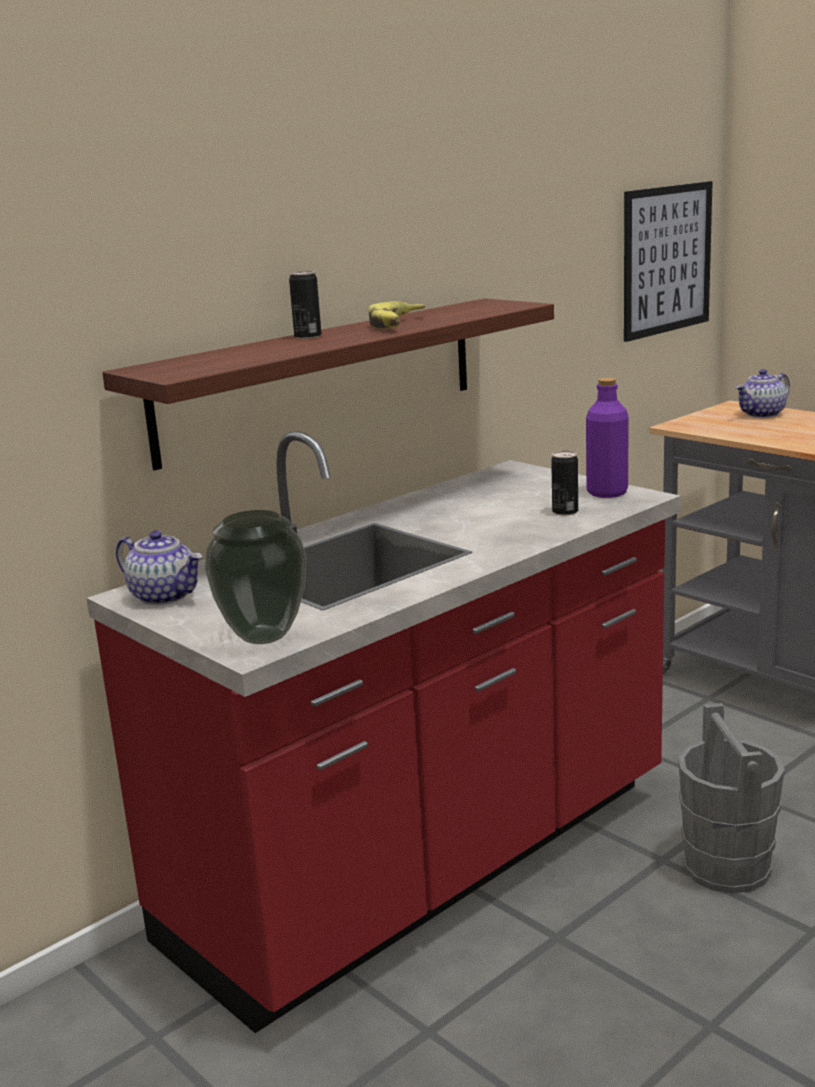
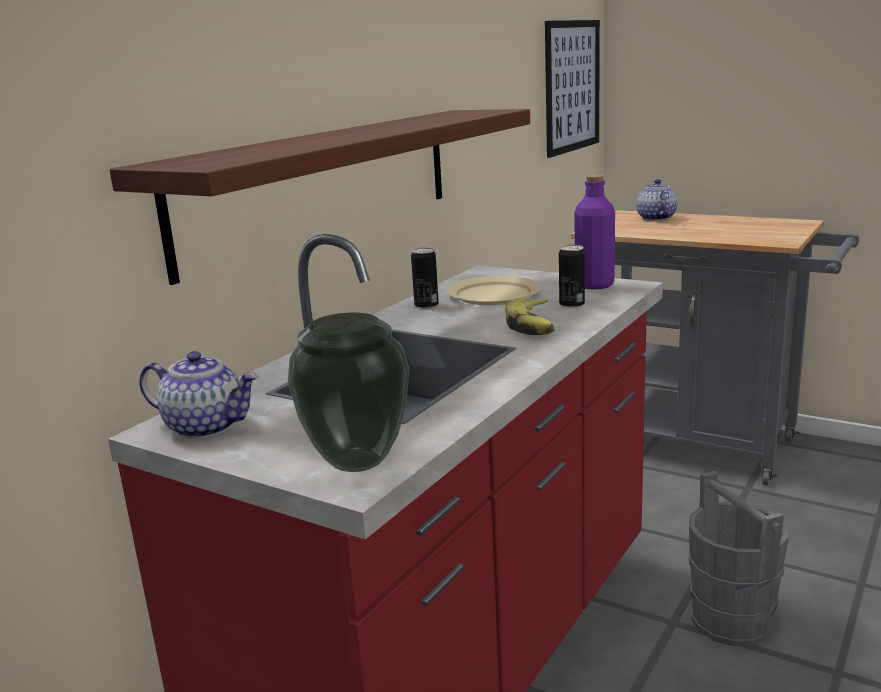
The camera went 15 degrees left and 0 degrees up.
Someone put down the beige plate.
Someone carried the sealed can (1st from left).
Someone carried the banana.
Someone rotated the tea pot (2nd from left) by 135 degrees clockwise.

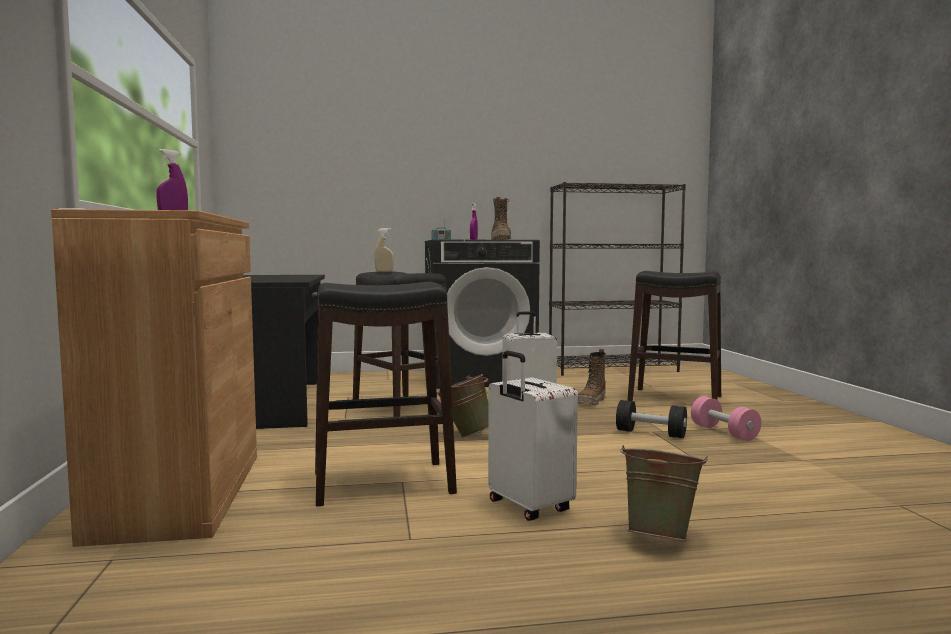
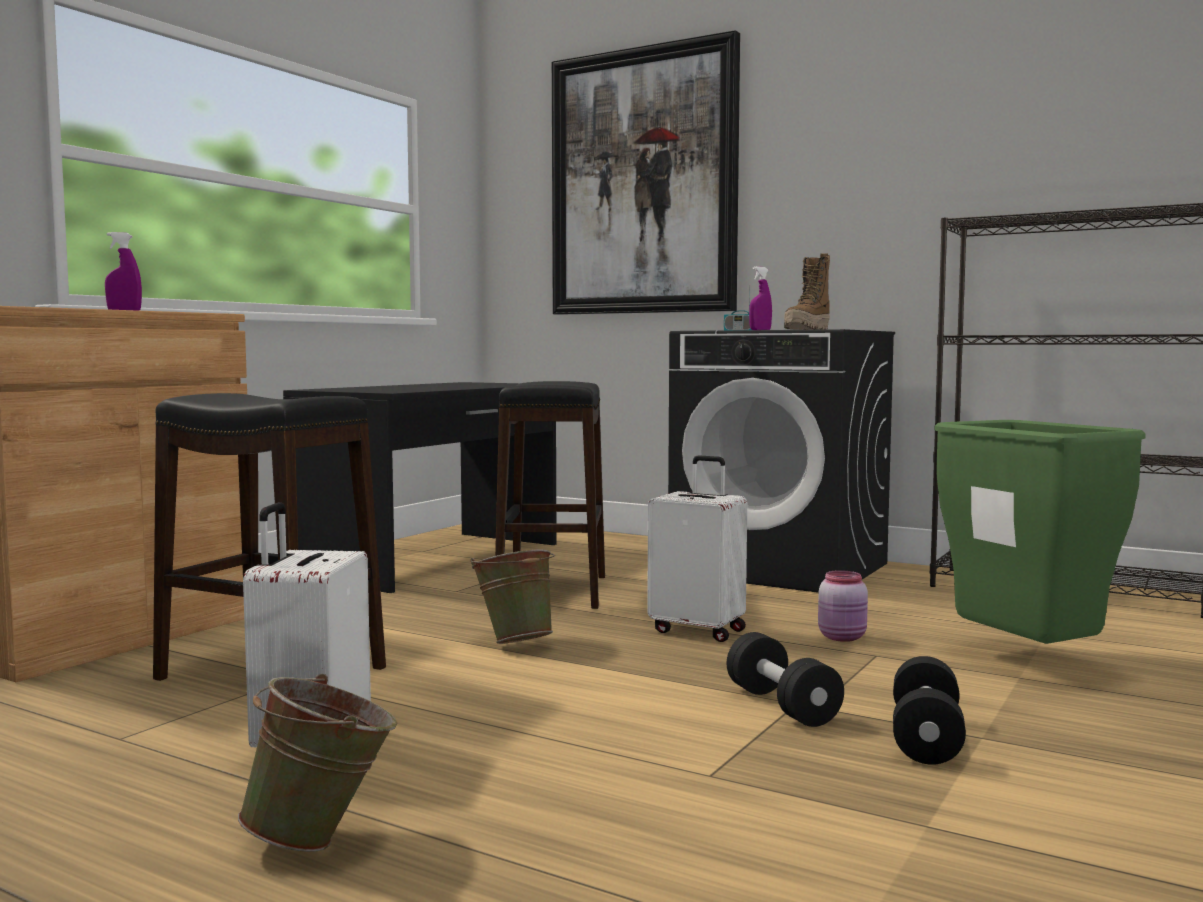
The camera went 40 degrees right and 0 degrees up.
Someone took away the beige spray bottle.
Someone put up the wall art.
Someone swapped the boot (2nd from left) for the pink-coloured preserve jar.
Someone swapped the black-coloured stool seat (3rd from left) for the green-coloured trash can.
Someone repainted the pink-coloured dumbbell, which became the black-coloured dumbbell (2nd from left).

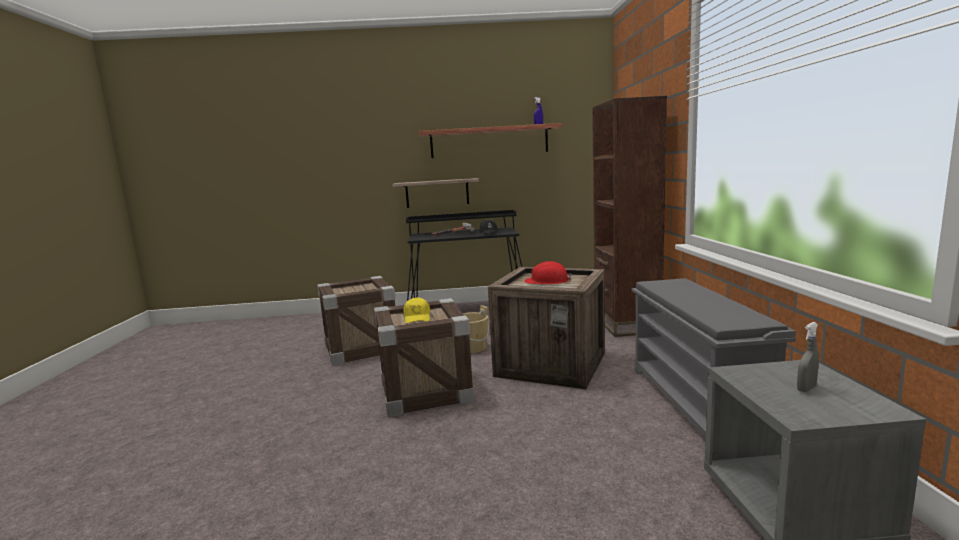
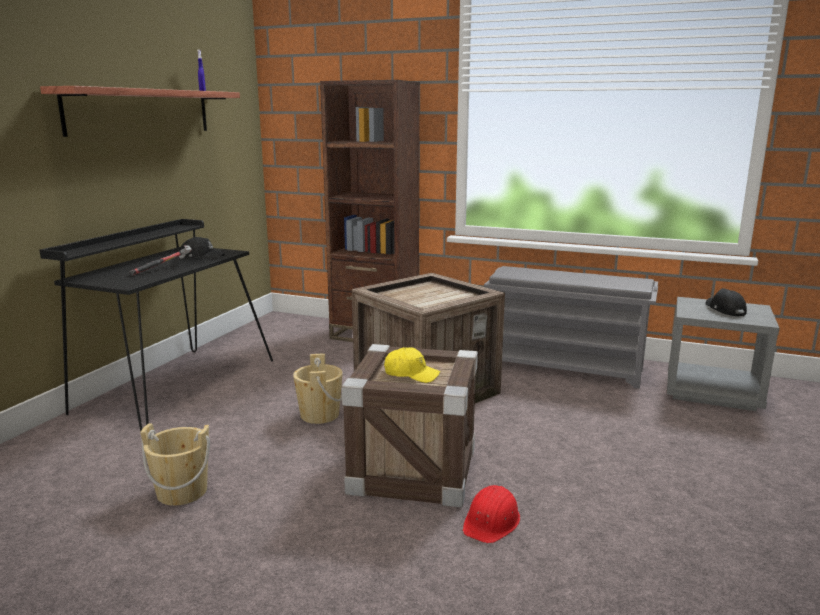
The camera went 65 degrees left and 5 degrees up.
Someone took away the bracket shelf (1st from left).
Someone carried the red-coloured hard hat.
Someone swapped the crate (1st from left) for the beige water bucket (1st from left).
Someone swapped the grey spray bottle for the black-coloured cap (2nd from left).

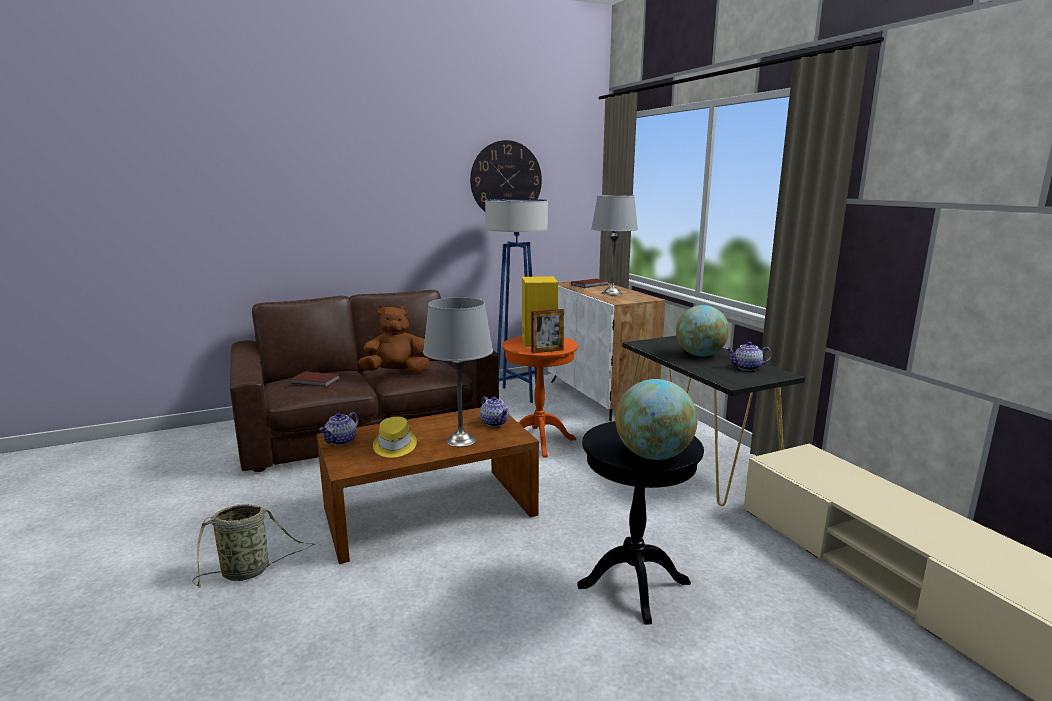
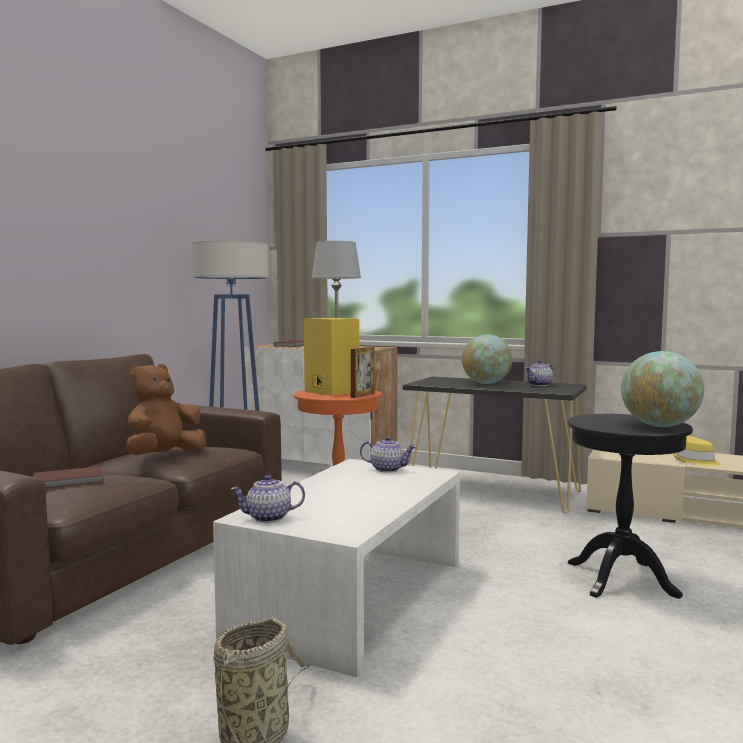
The camera went 40 degrees left and 10 degrees down.
Someone took away the grey tabletop lamp (1st from left).
Someone took away the hanging clock.
Someone carried the yellow-coloured wearable hat.
Someone repainted the brownish coffee table, which became the whitish coffee table.
Someone rotated the tea pot (1st from left) by 90 degrees clockwise.

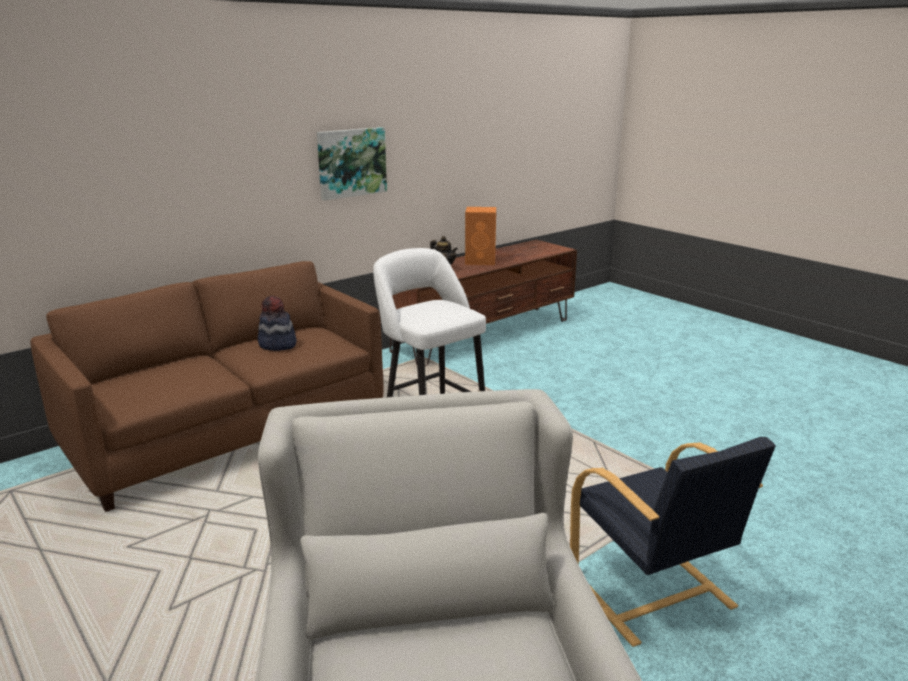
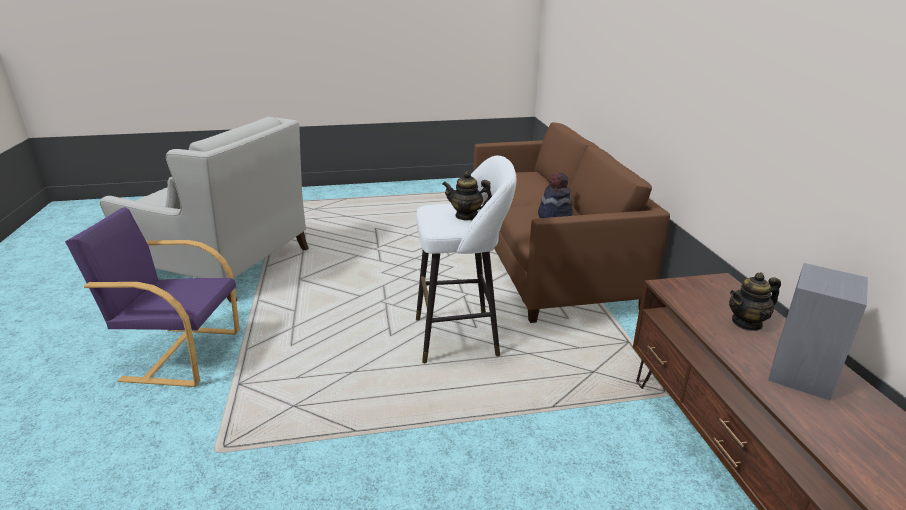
The camera went 120 degrees right and 5 degrees up.
Someone took away the wall art.
Someone put down the tea pot (1st from left).
Someone repainted the orangey loudspeaker, which became the grey loudspeaker.
Someone repainted the black-coloured lounge chair, which became the purple lounge chair.

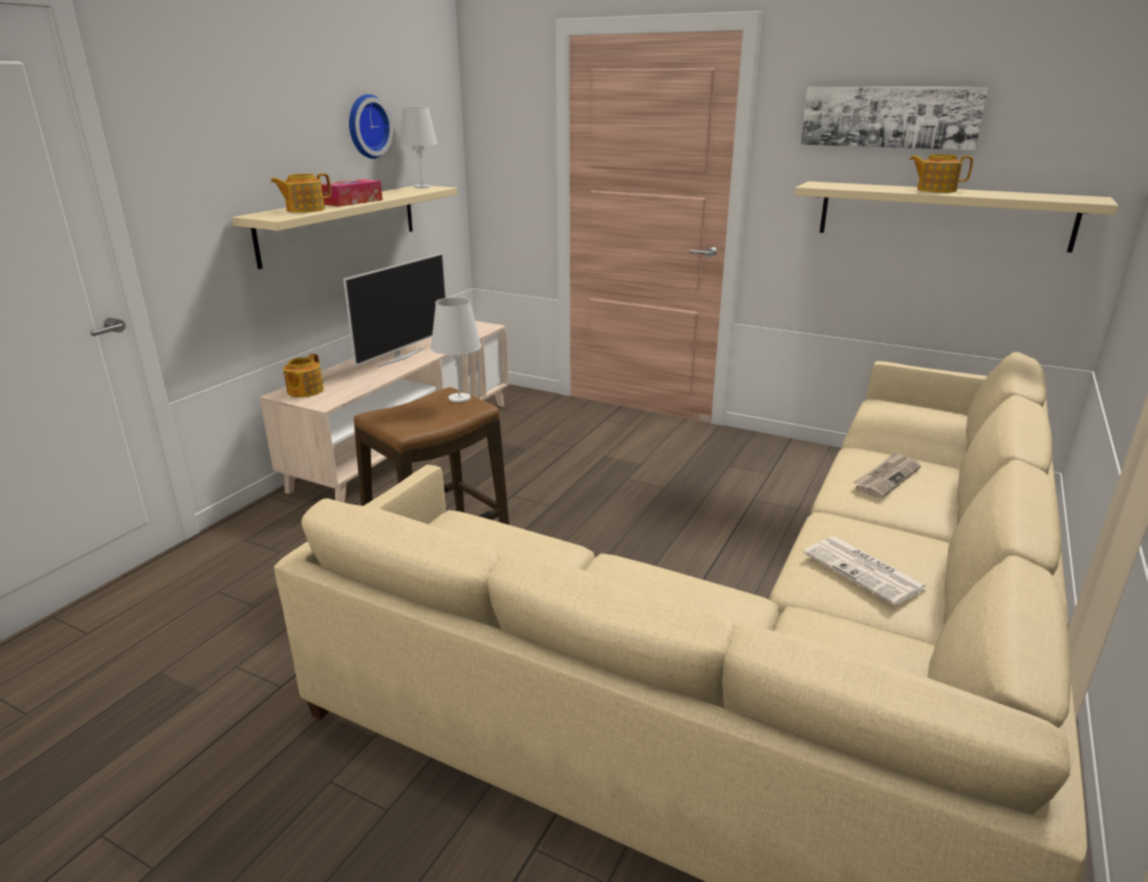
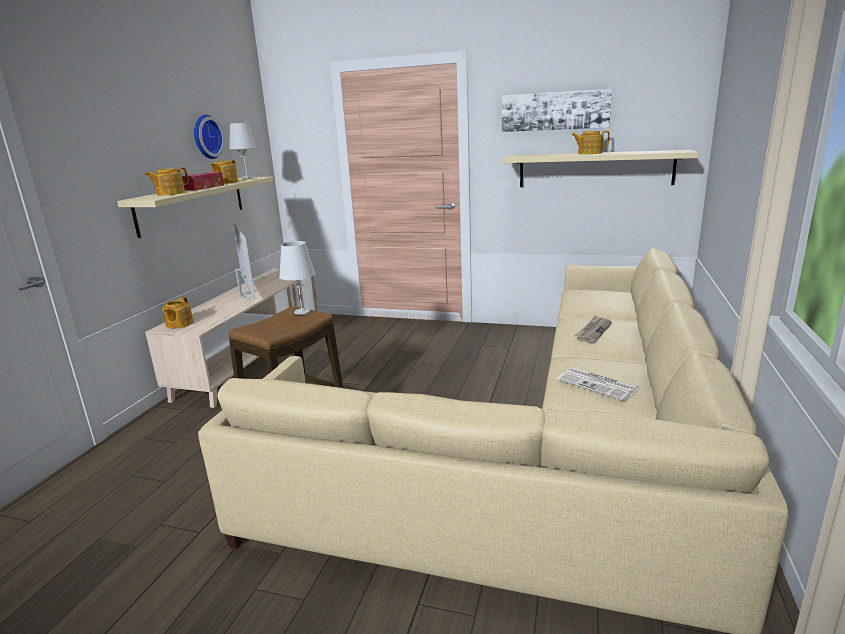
The camera went 10 degrees left and 5 degrees down.
Someone put down the tea pot (3rd from left).
Someone rotated the TV set by 45 degrees counterclockwise.

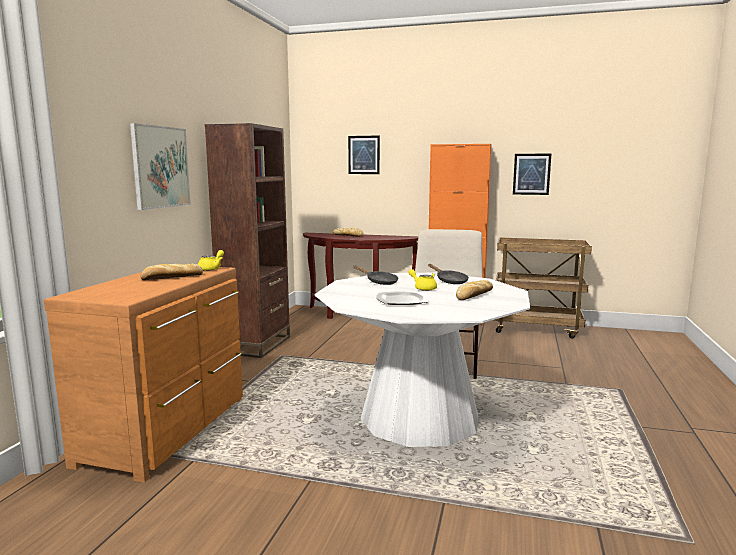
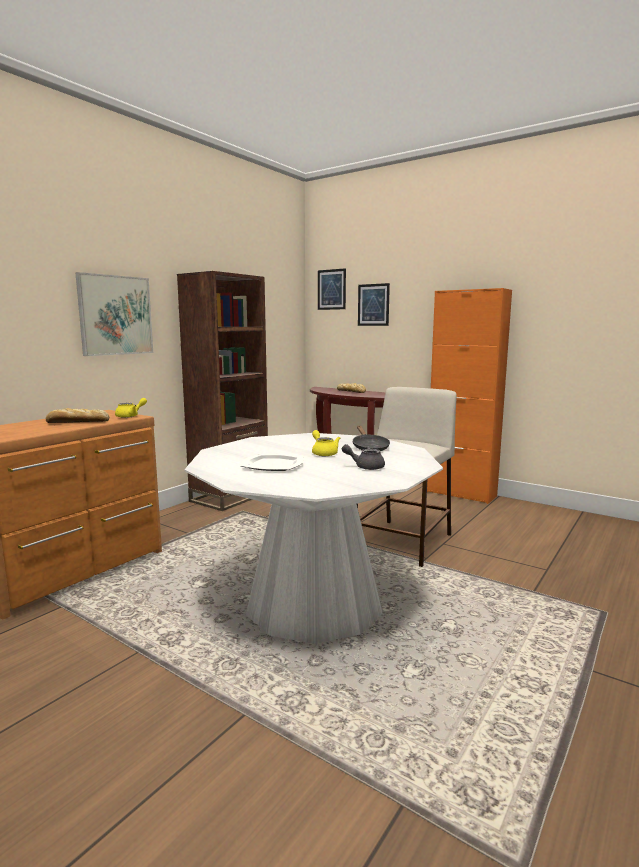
The camera went 20 degrees right and 0 degrees up.
Someone took away the black-coloured frying pan (1st from left).
Someone took away the brownish cart.
Someone carried the wall art (3rd from left in the first image).
Someone swapped the bakery bread (3rd from left) for the grey tea pot.

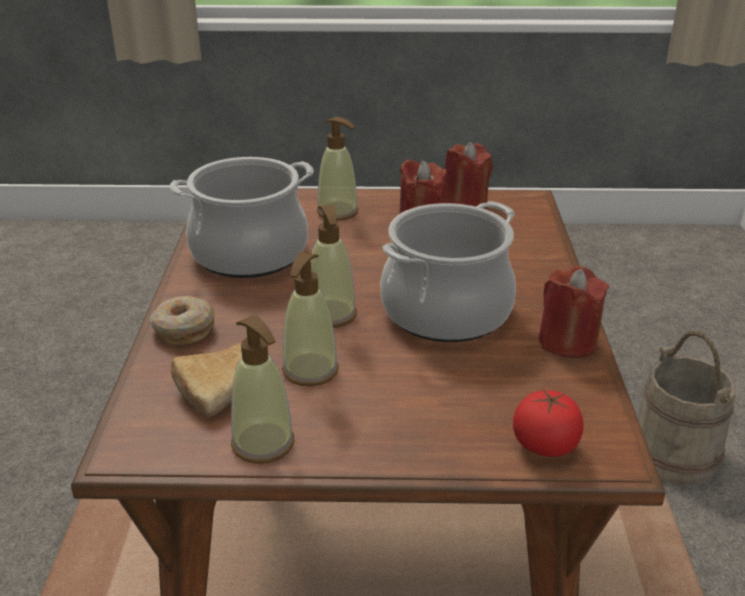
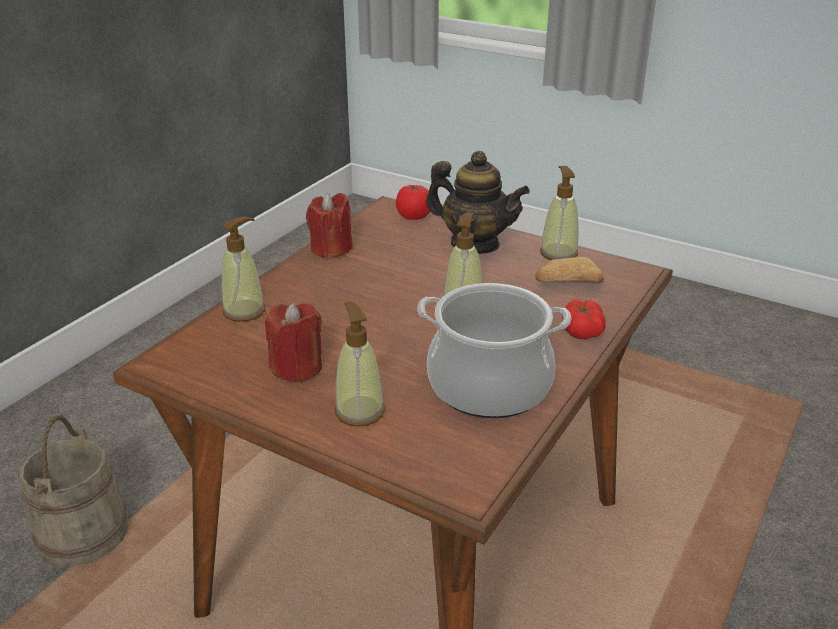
The camera went 150 degrees left and 0 degrees up.
Someone took away the stockpot (2nd from left).
Someone took away the red-coloured wax candle (2nd from left).
Someone put down the tea pot.
Someone carried the liquid soap bottle (2nd from left in the first image).
Someone swapped the ring doughnut for the whole tomato (2nd from left).

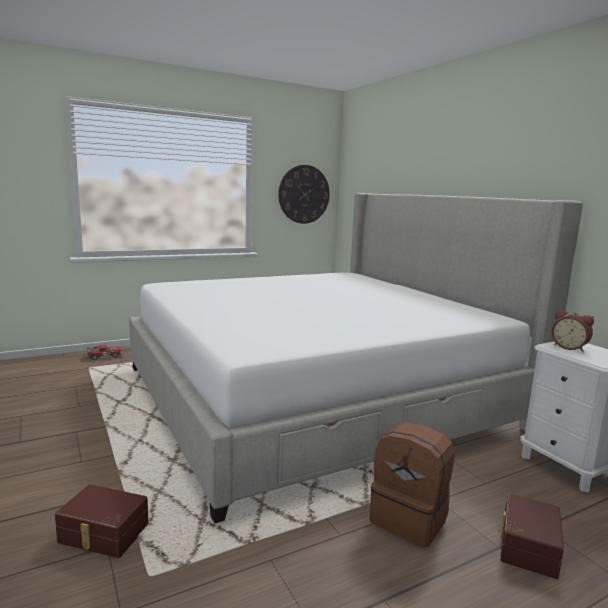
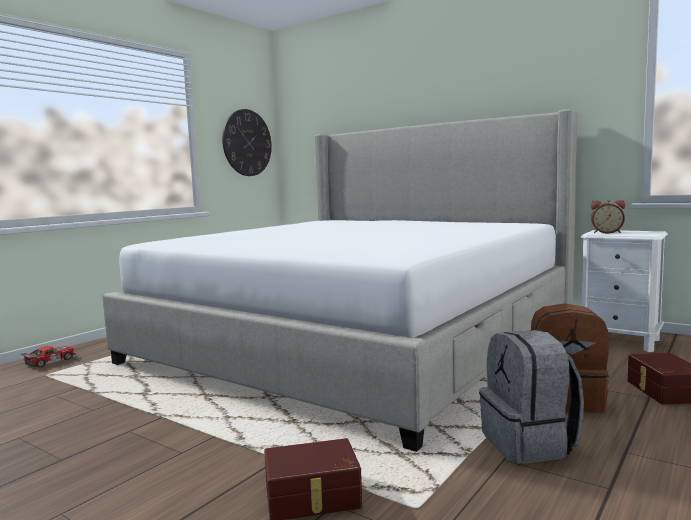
The camera went 25 degrees left and 5 degrees down.
Someone put down the grey rucksack.

